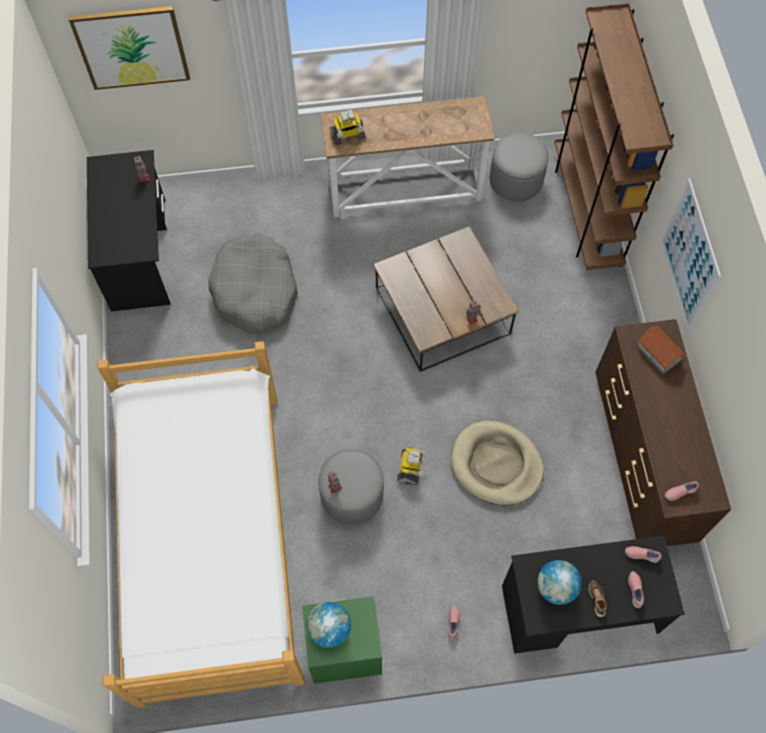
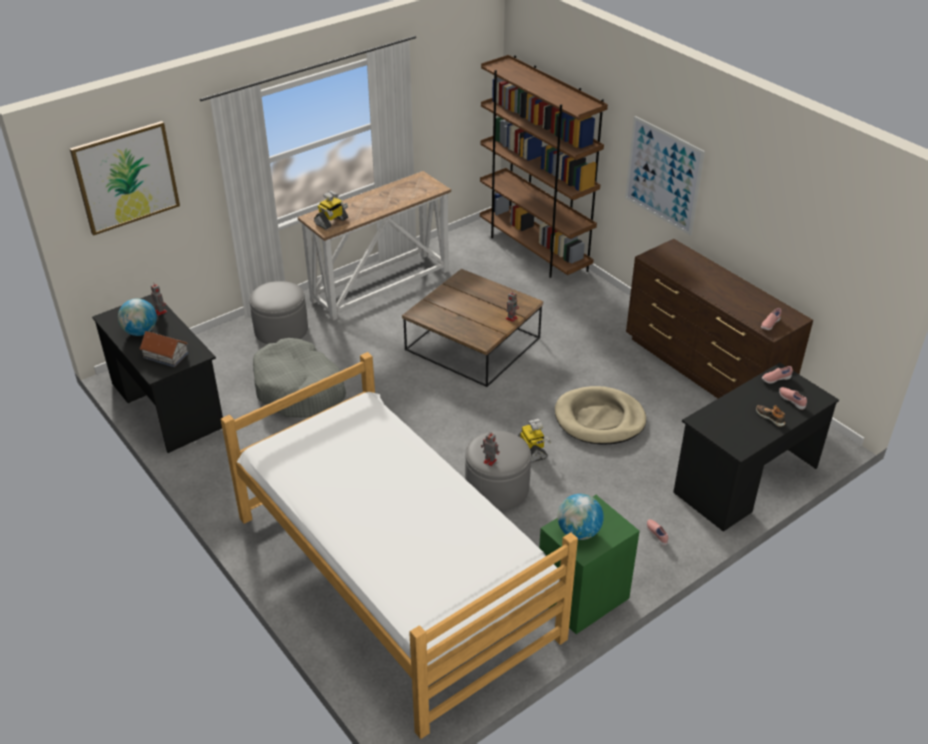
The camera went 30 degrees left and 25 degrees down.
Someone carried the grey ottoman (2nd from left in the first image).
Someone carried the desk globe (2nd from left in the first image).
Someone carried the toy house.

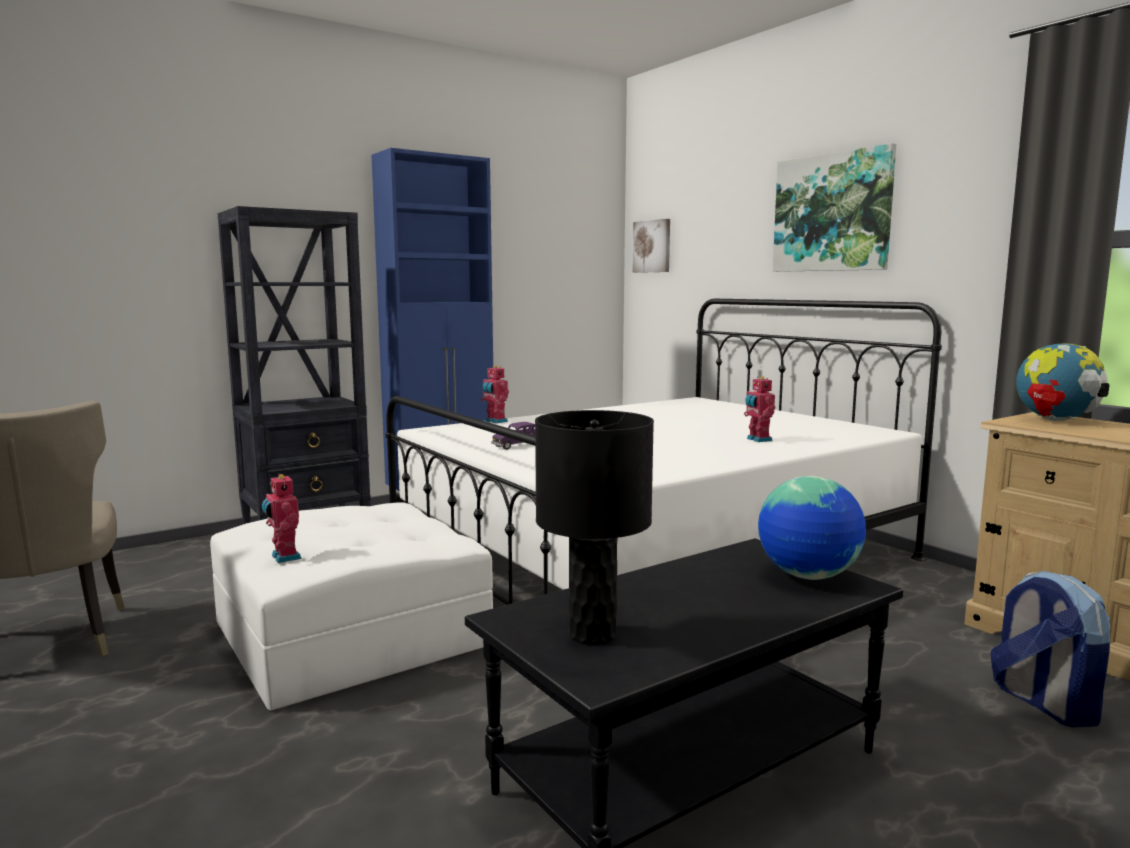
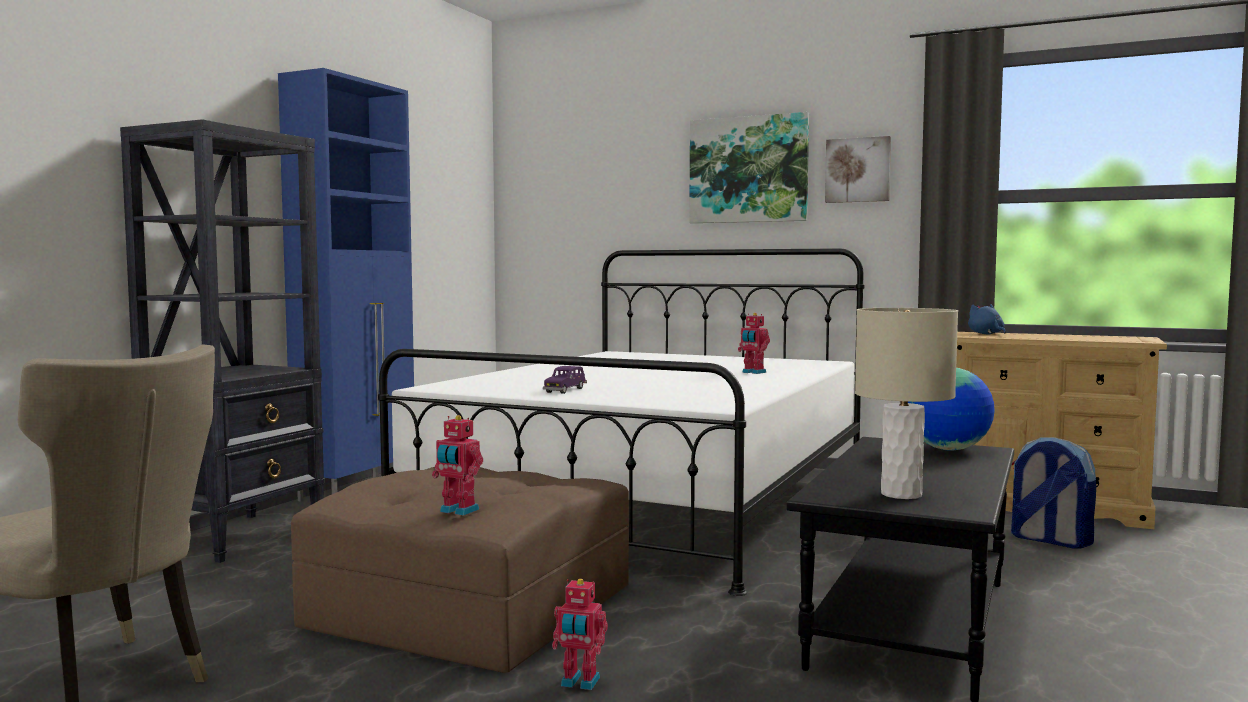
The camera went 30 degrees left and 5 degrees down.
Someone carried the robot figure (2nd from left).
Someone carried the wall art (1st from left in the first image).
Someone swapped the desk globe (2nd from left) for the bluish soft toy.
Someone repainted the whitish ottoman, which became the brownish ottoman.
Someone repainted the black-coloured tabletop lamp, which became the beige tabletop lamp.

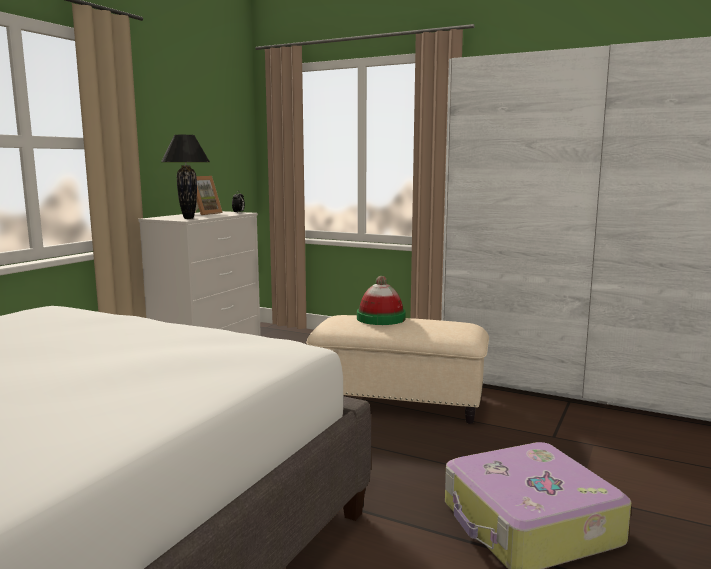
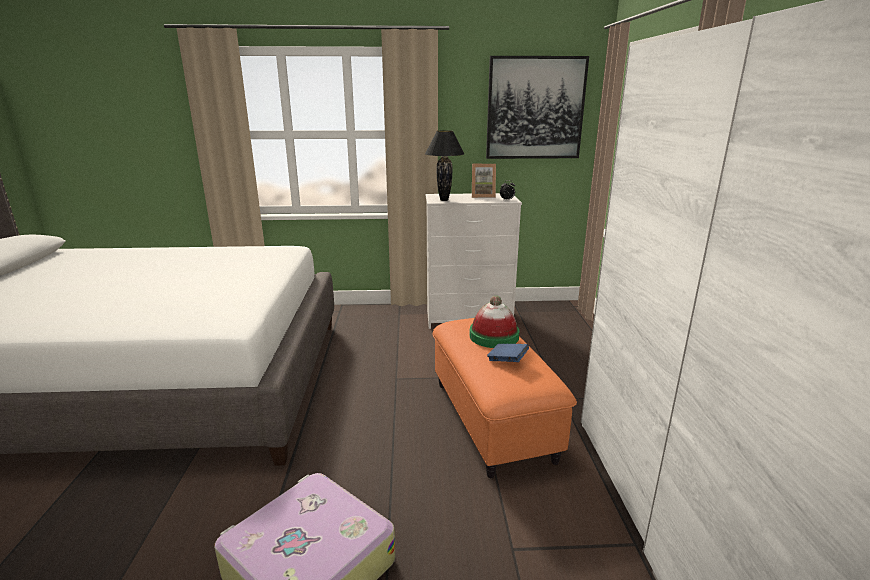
The camera went 60 degrees right and 10 degrees up.
Someone put up the wall art.
Someone put down the bluish volume.
Someone repainted the beige ottoman, which became the orangey ottoman.

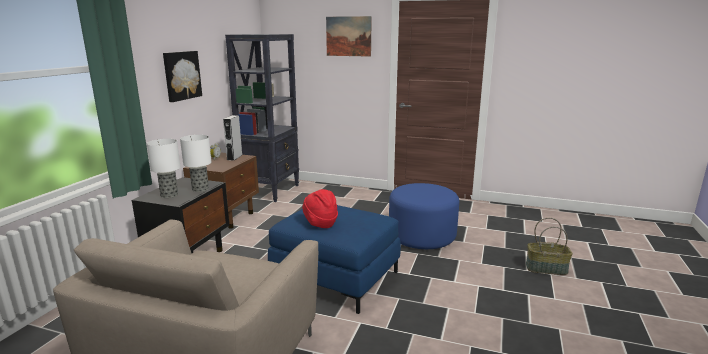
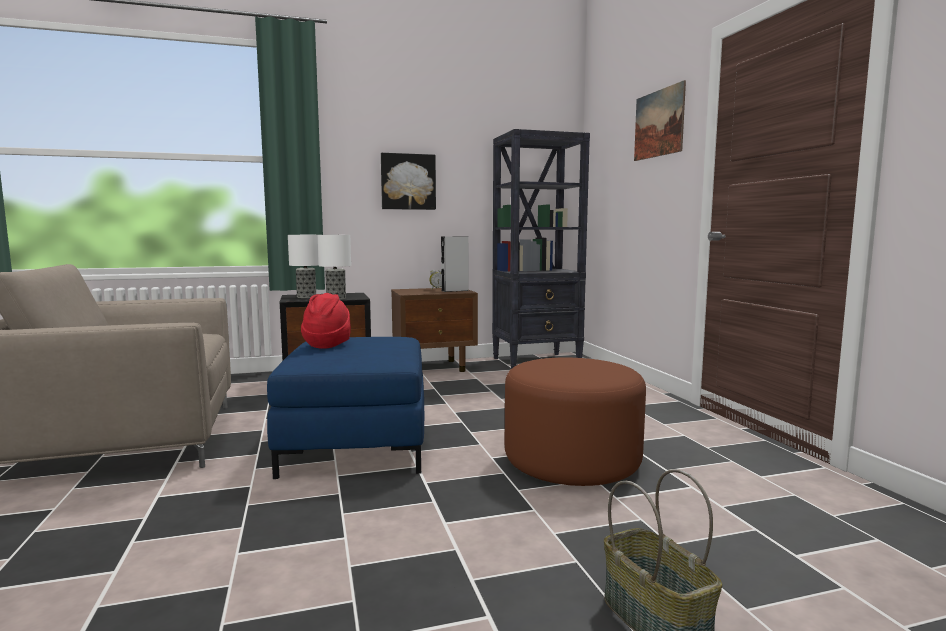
The camera went 55 degrees right and 10 degrees down.
Someone repainted the bluish ottoman (2nd from left), which became the brownish ottoman.

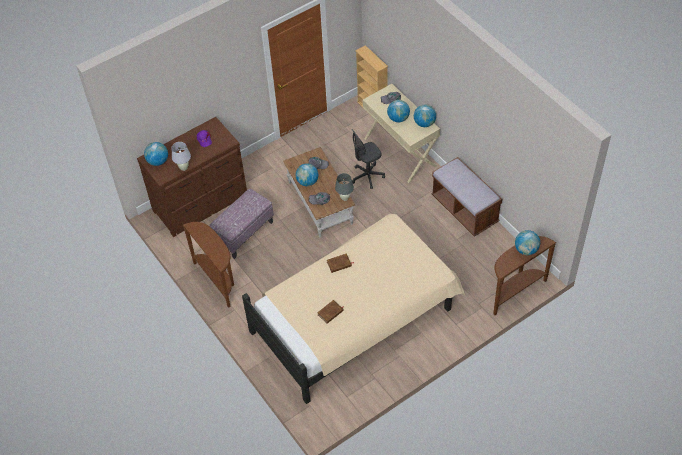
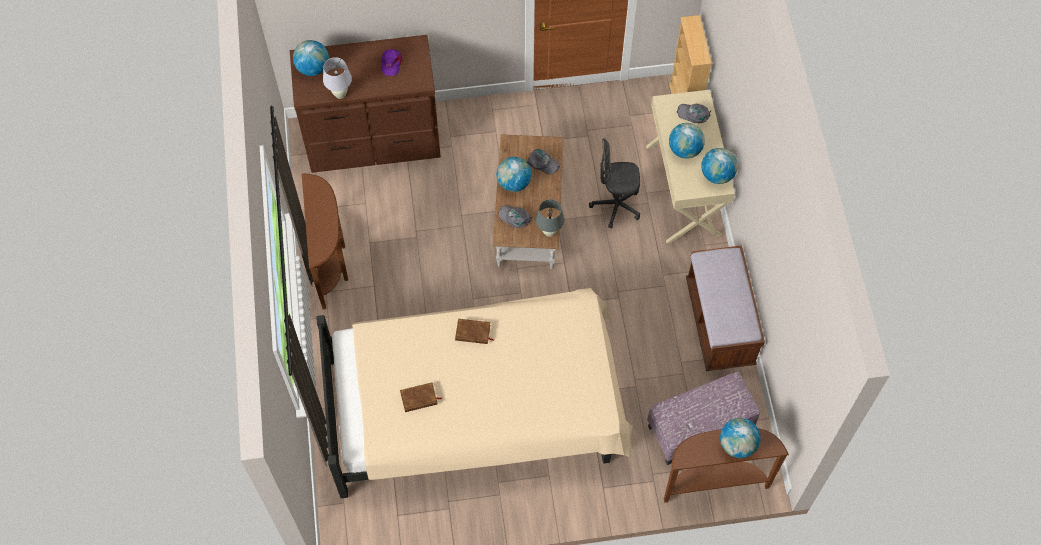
The camera went 25 degrees right and 10 degrees up.
Someone carried the ottoman.

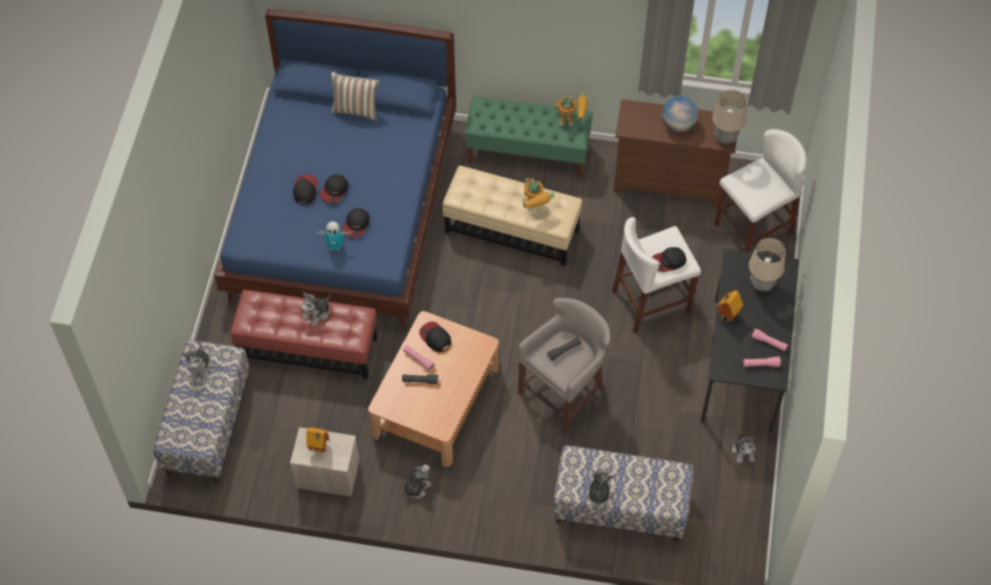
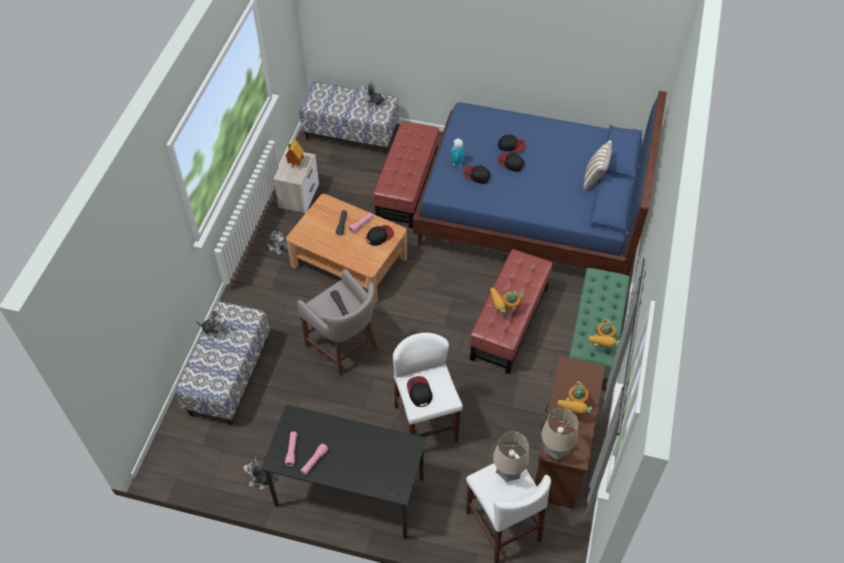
The camera went 95 degrees right and 5 degrees down.
Someone took away the soft toy (2nd from left).
Someone took away the toy house (2nd from left).
Someone carried the tabletop lamp (2nd from left in the first image).
Someone swapped the desk globe for the robot figure (3rd from left).
Someone repainted the beige ottoman, which became the red-coloured ottoman (2nd from left).

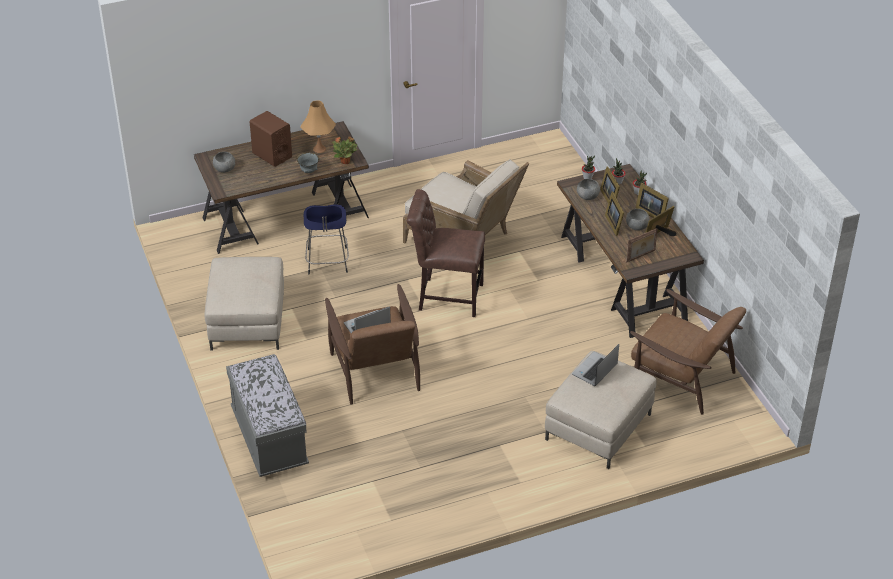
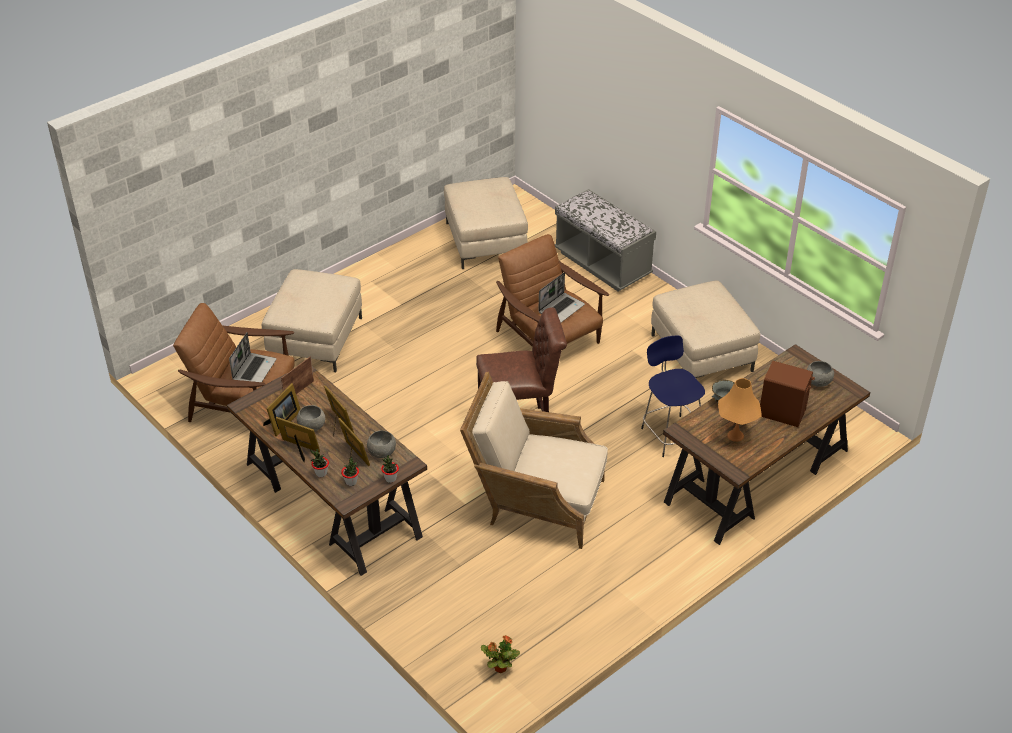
The camera went 160 degrees right and 0 degrees up.
Someone put down the beige ottoman (2nd from left).
Someone carried the houseplant (1st from left in the first image).
Someone carried the portable computer (2nd from left in the first image).

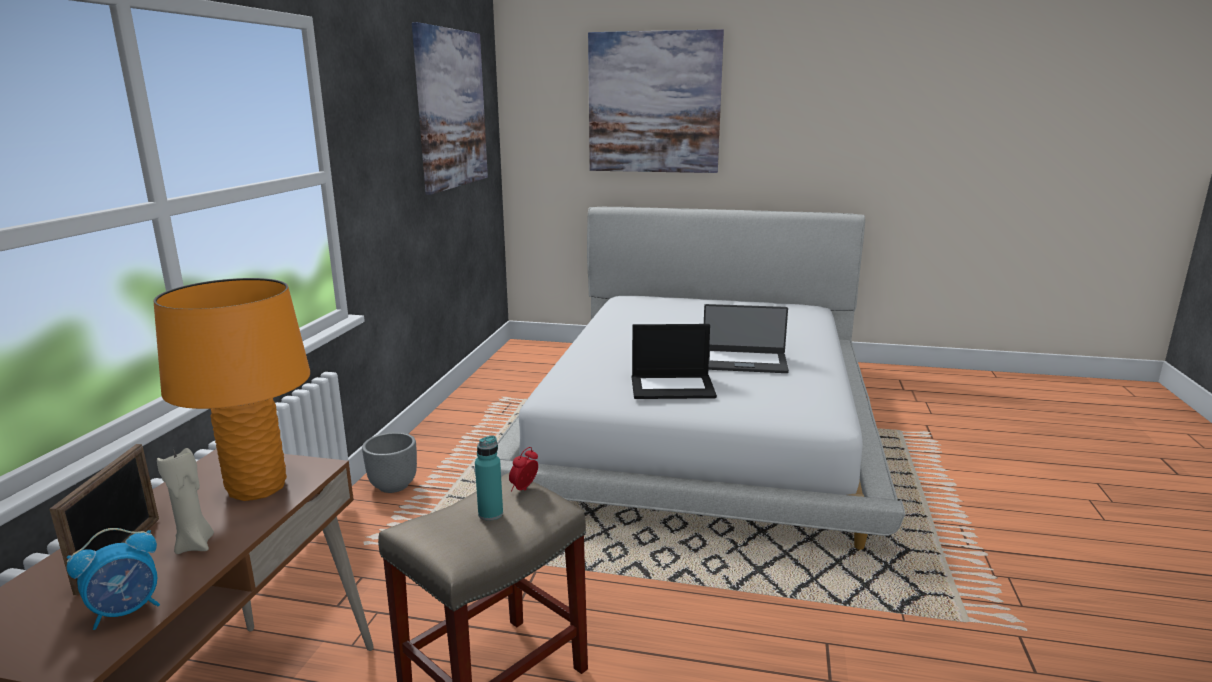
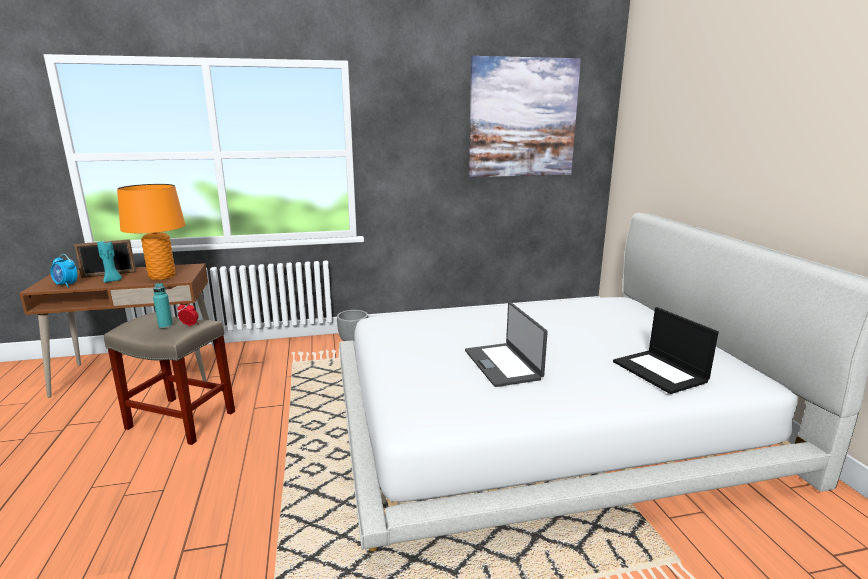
The camera went 65 degrees right and 0 degrees up.
Someone took away the wall art (2nd from left).
Someone carried the portable computer (1st from left in the first image).
Someone repainted the beige wax candle, which became the turquoise-coloured wax candle.

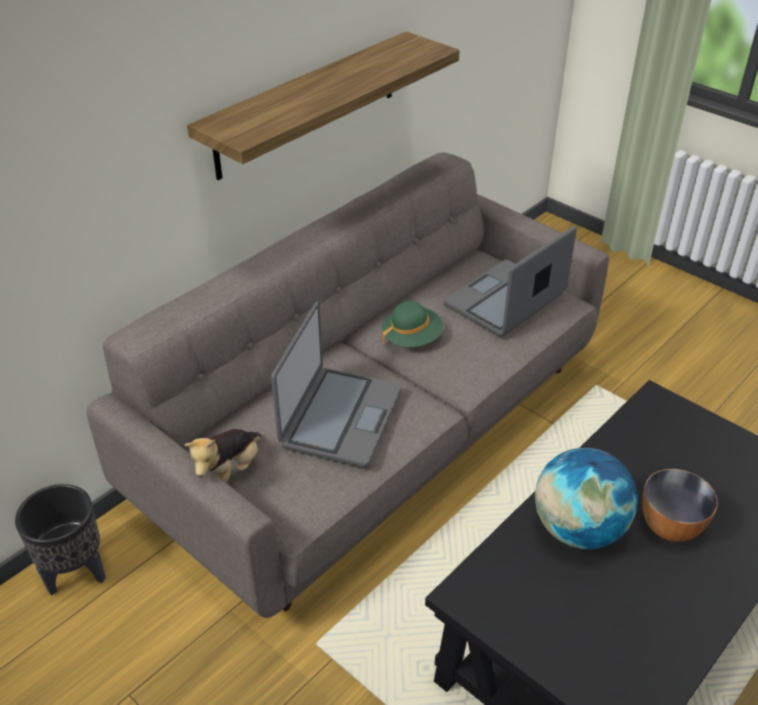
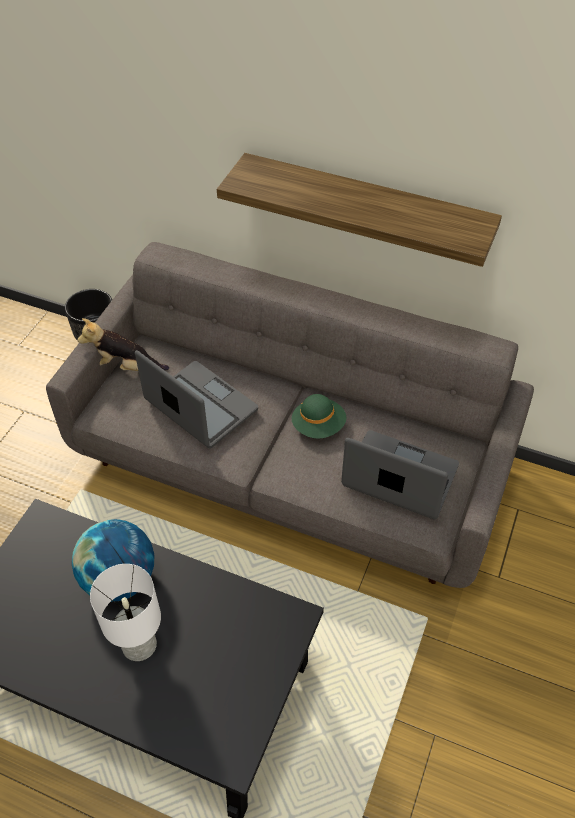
The camera went 70 degrees right and 10 degrees up.
Someone swapped the serving bowl for the whitish tabletop lamp.
Someone rotated the portable computer (1st from left) by 135 degrees counterclockwise.

